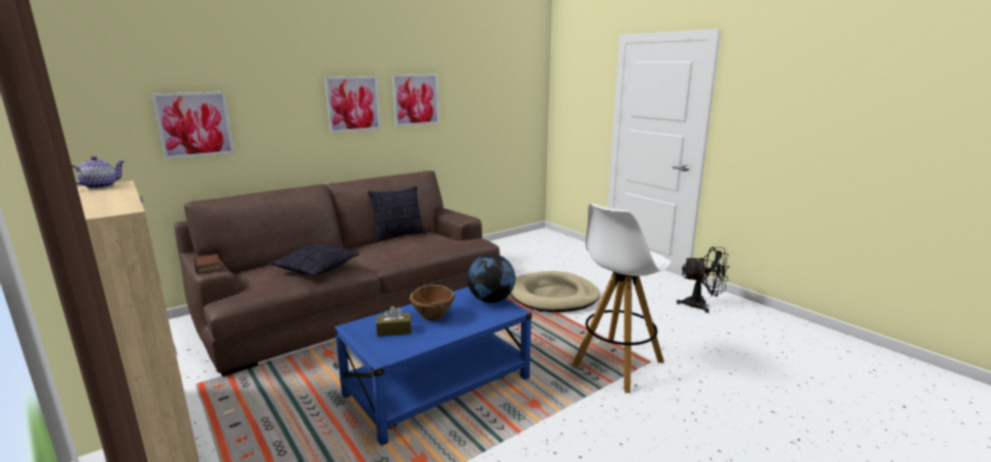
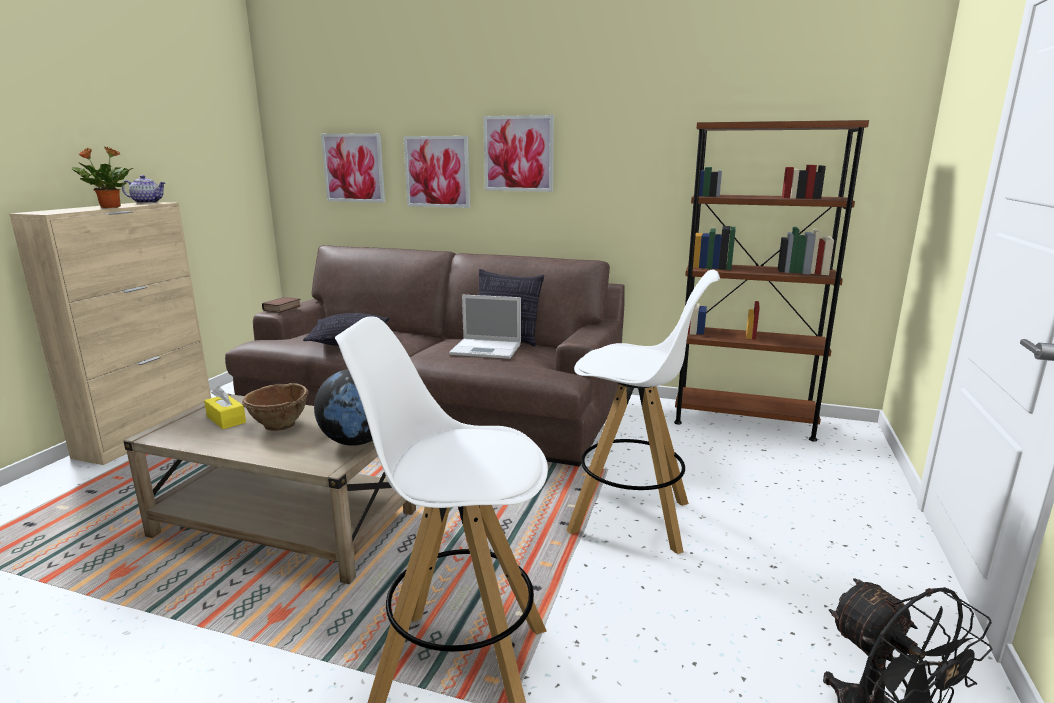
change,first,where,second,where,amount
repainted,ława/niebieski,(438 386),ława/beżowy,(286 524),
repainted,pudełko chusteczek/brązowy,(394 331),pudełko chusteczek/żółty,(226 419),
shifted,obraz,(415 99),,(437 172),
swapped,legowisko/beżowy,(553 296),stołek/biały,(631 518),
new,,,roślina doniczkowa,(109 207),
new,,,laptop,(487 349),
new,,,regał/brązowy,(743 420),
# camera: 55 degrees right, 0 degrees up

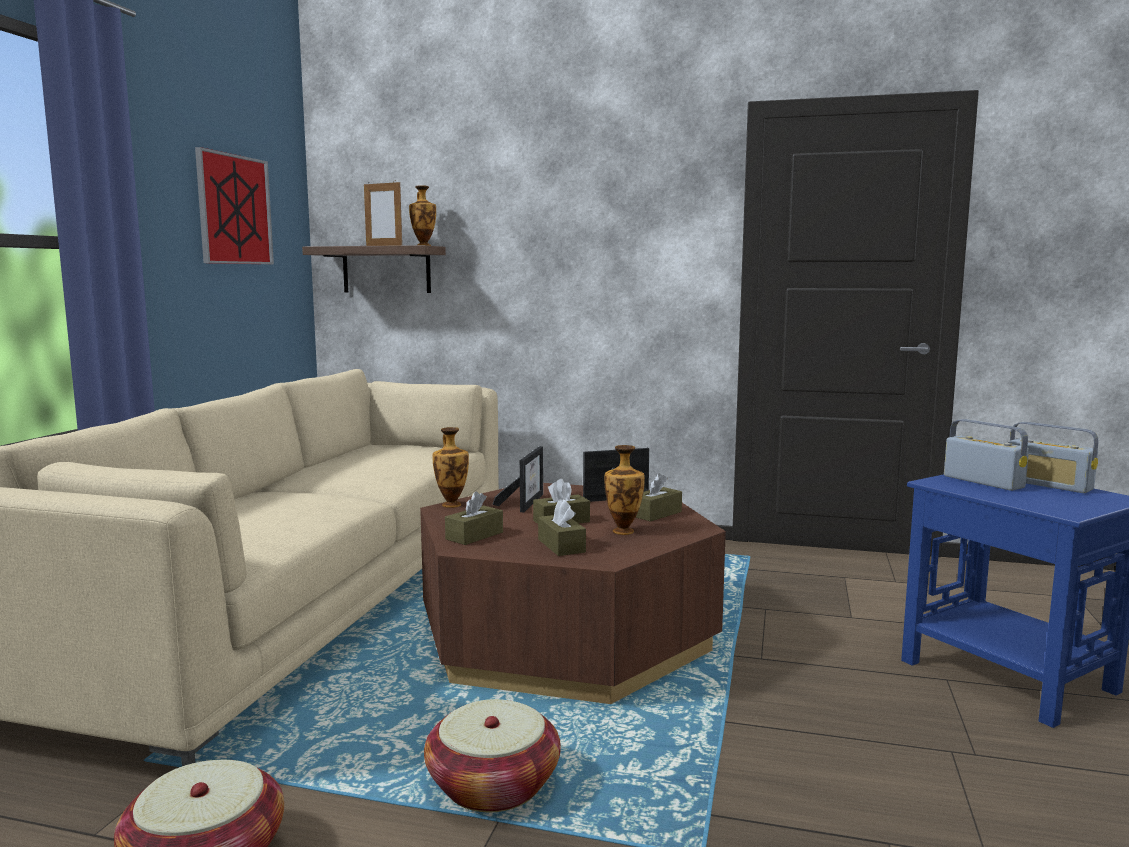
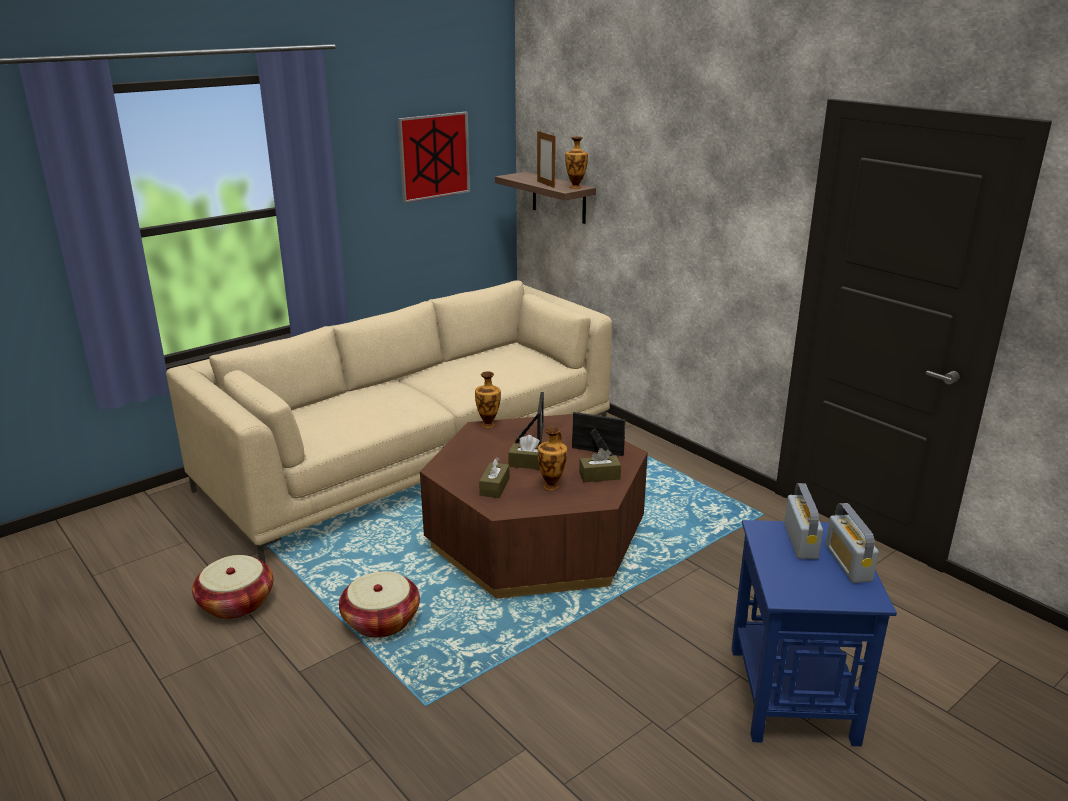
change,first,where,second,where,amount
gone,pudełko chusteczek/brązowy,(474 536),,,
rotated,ramka na zdjęcie,(525 502),,(535 436),45 degrees counterclockwise
# camera: 35 degrees right, 15 degrees up

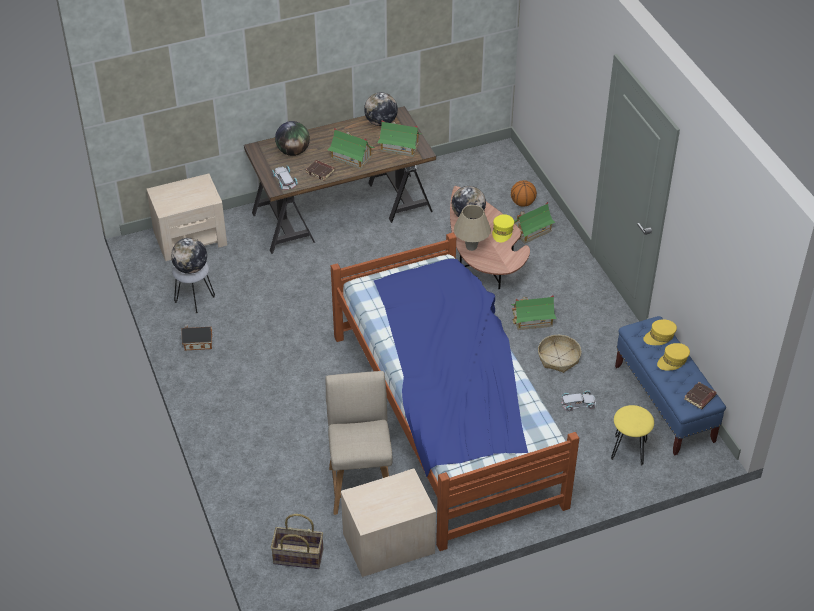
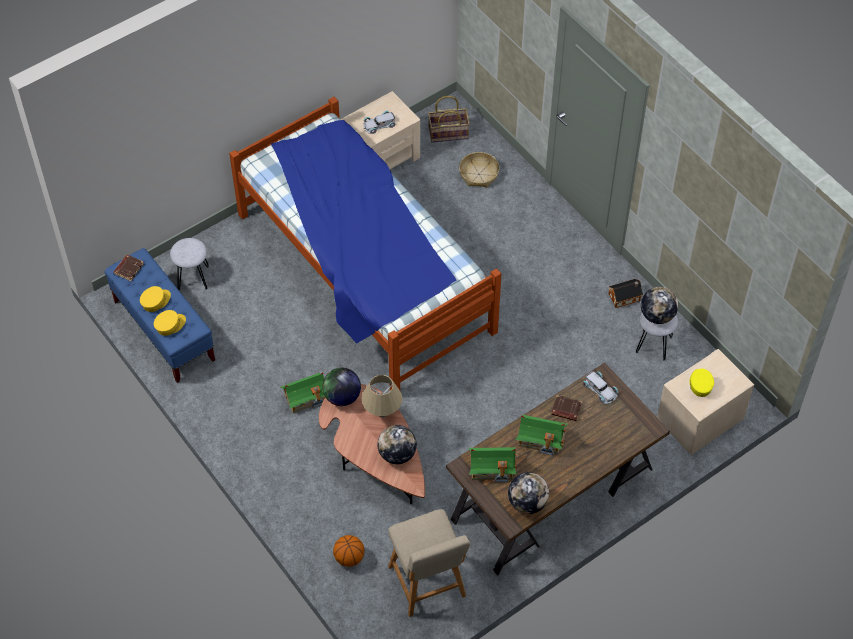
change,first,where,second,where,amount
shifted,globus,(293 151),,(342 397),
shifted,krzesło/beżowy,(361 484),,(428 584),
shifted,czapka z daszkiem/żółty,(502 232),,(700 384),
gone,domek,(531 231),,,
shifted,koszyk,(558 358),,(479 174),
shifted,samochodzik/biały,(578 403),,(379 124),
repainted,stołek/żółty,(628 450),stołek/szary,(193 277),
# camera: 165 degrees right, 10 degrees up

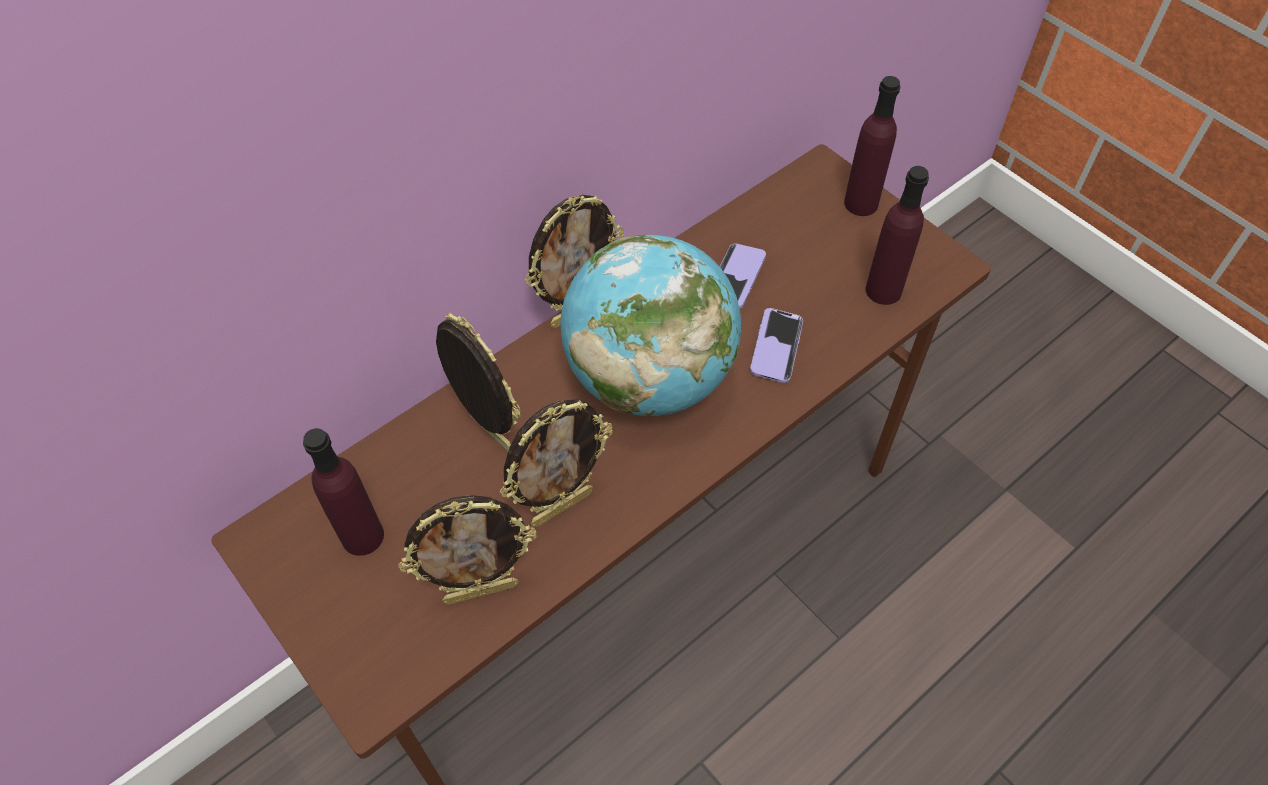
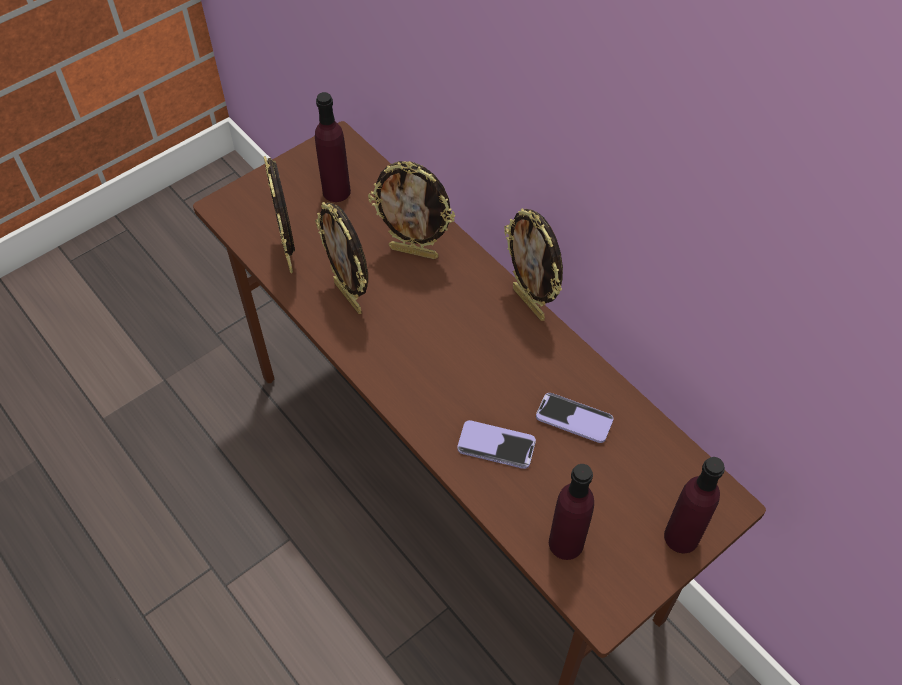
change,first,where,second,where,amount
rotated,ramka na zdjęcie,(487 433),,(414 251),60 degrees clockwise
gone,globus,(649 378),,,
# camera: 90 degrees right, 0 degrees up

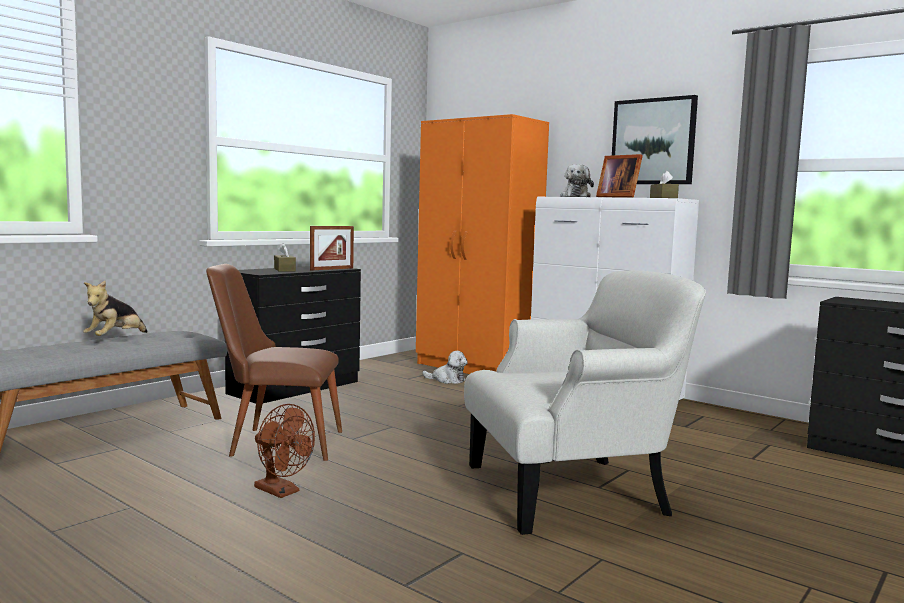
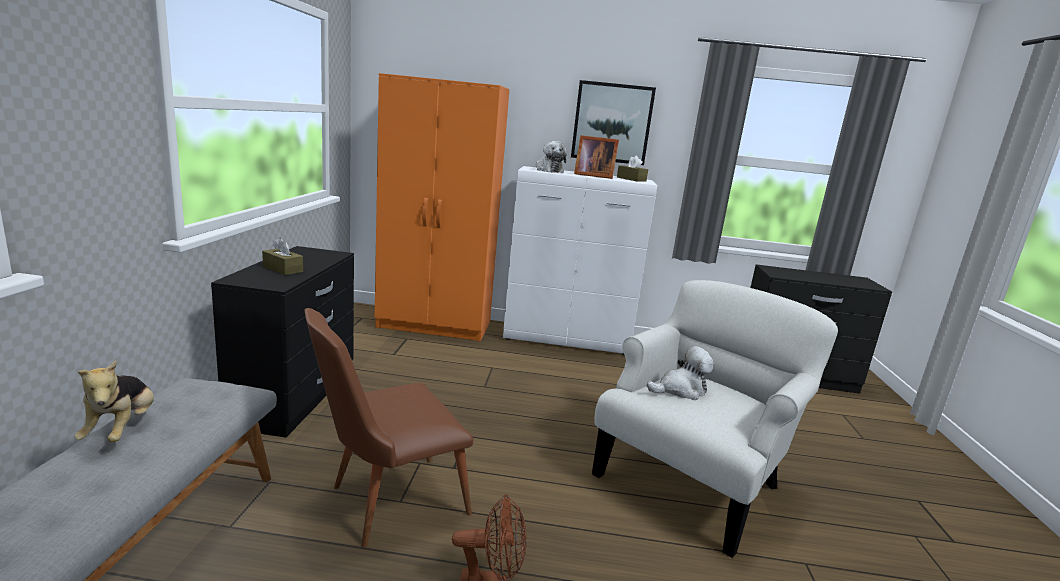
change,first,where,second,where,amount
gone,ramka na zdjęcie,(332 269),,,
shifted,pluszak,(447 380),,(680 390),
# camera: 35 degrees left, 10 degrees up

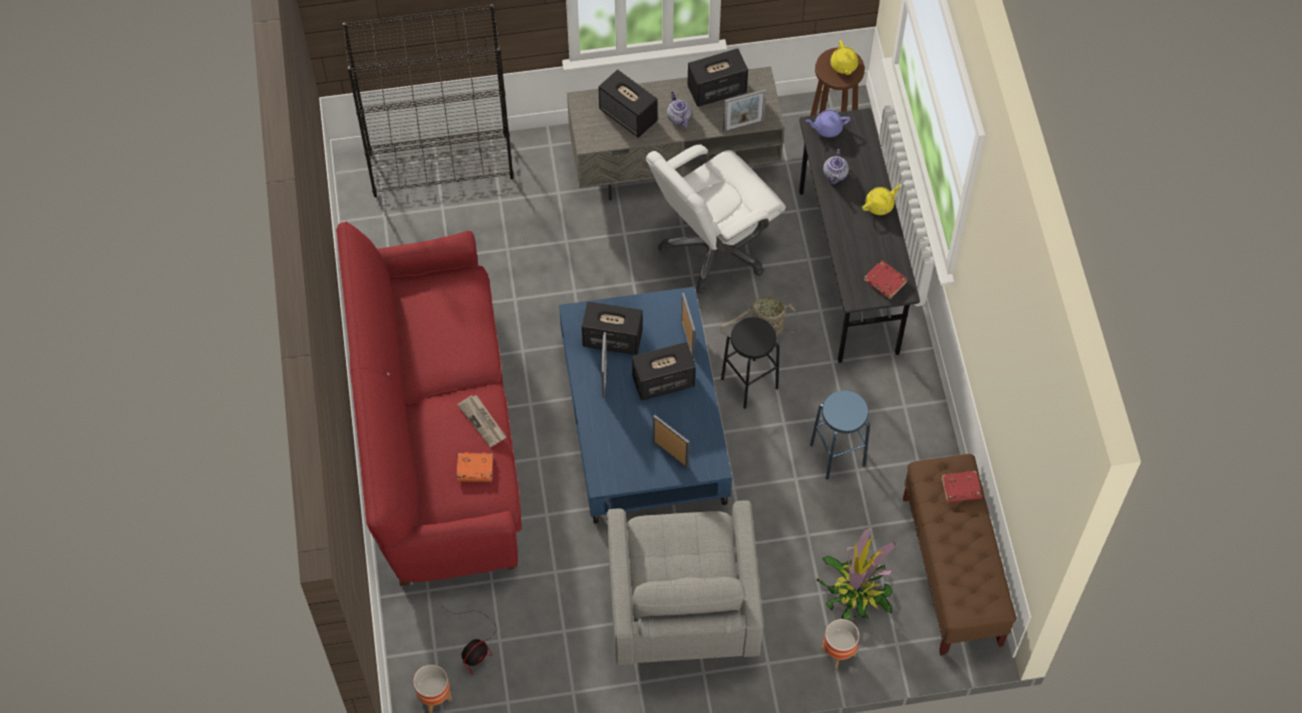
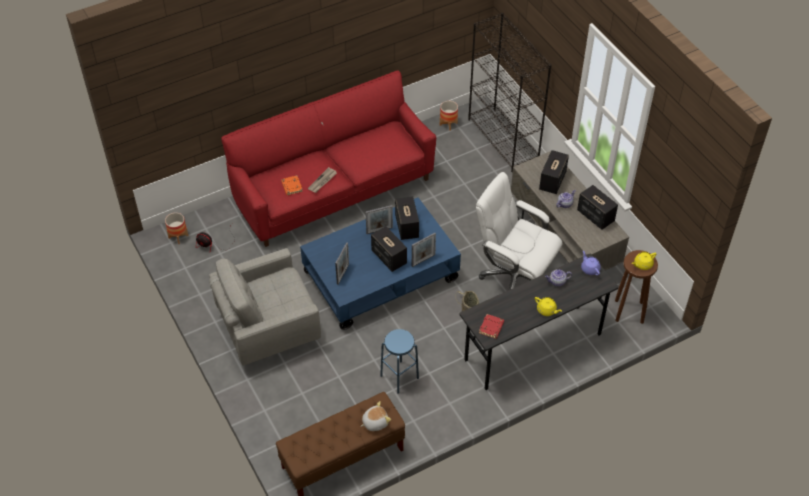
change,first,where,second,where,amount
gone,stołek/czarny,(749 383),,,
gone,ramka na zdjęcie,(743 126),,,
gone,roślina doniczkowa,(856 591),,,
shifted,donica,(838 652),,(448 124),
swapped,książka/czerwony,(960 489),pluszak,(375 422),
# camera: 70 degrees right, 10 degrees down

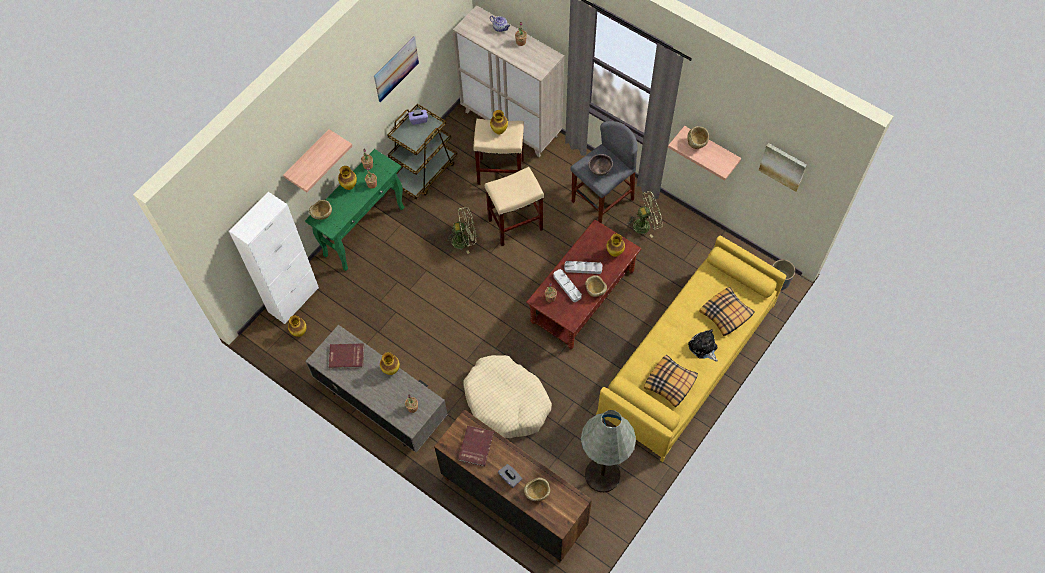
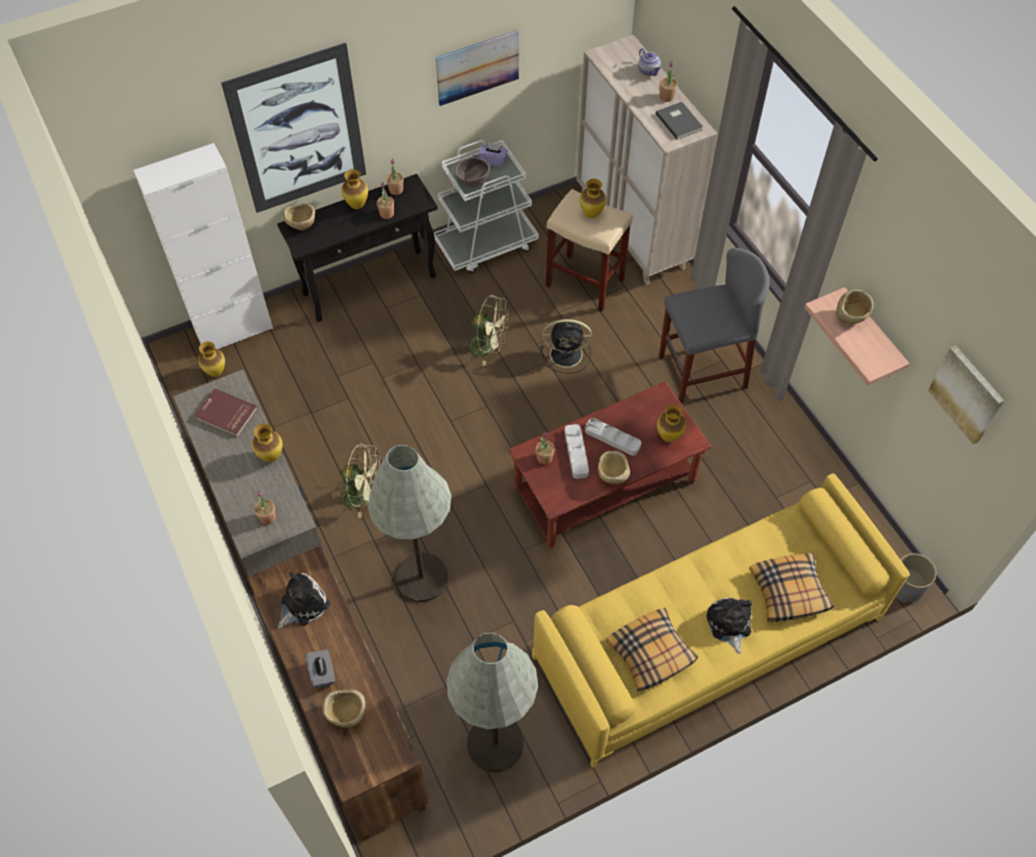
change,first,where,second,where,amount
swapped,półka,(308 158),obraz,(298 131),
repainted,stolik konsolowy/zielony,(364 231),stolik konsolowy/czarny,(370 284),
repainted,wózek/brązowy,(424 172),wózek/biały,(486 245),
swapped,książka/czerwony,(475 446),pluszak,(302 604),
swapped,legowisko/beżowy,(506 401),lampa stojąca/szary,(422 578),
swapped,stołek/beżowy,(516 224),wentylator/czarny,(567 354),
shifted,miska/brązowy,(600 171),,(473 182),
shifted,wentylator/zielony,(645 224),,(363 495),
new,,,książka/szary,(679 121),
# camera: 25 degrees right, 5 degrees down

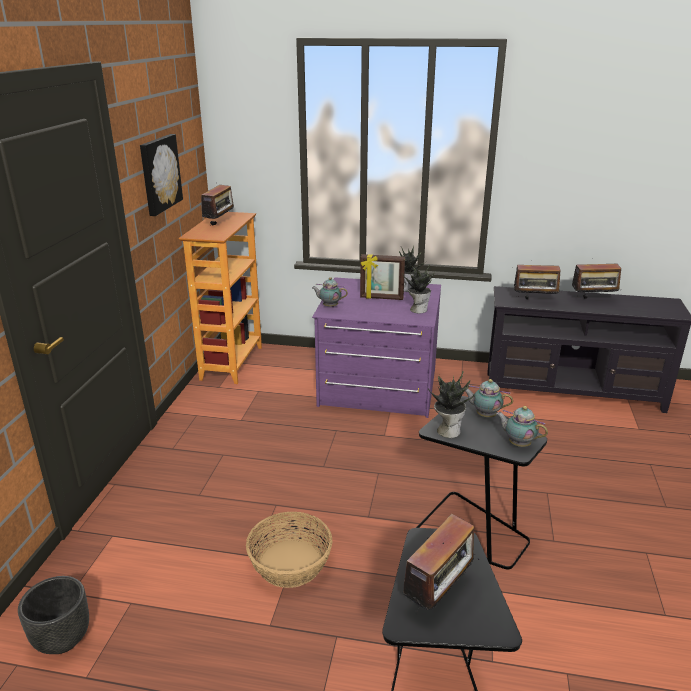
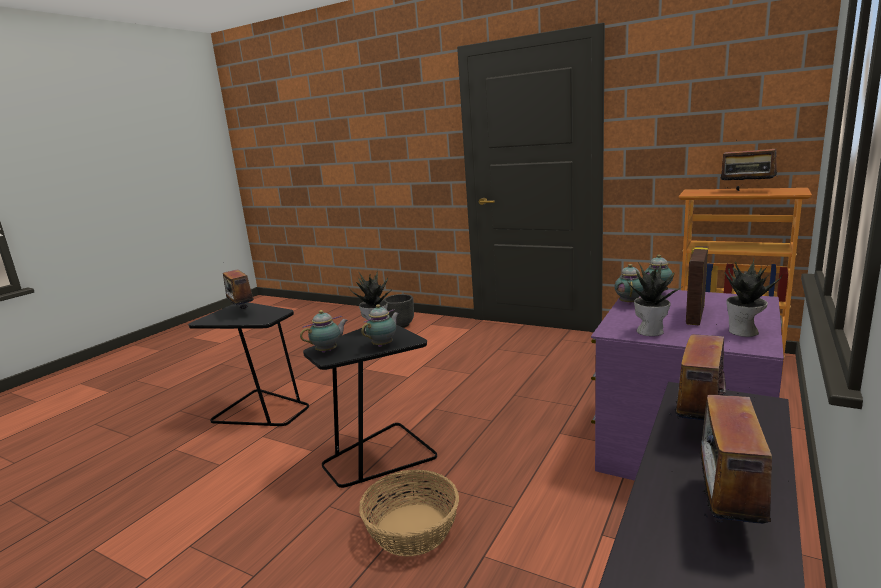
change,first,where,second,where,amount
gone,obraz,(159 174),,,
shifted,koszyk,(290 563),,(413 529),
new,,,imbryk,(629 303),
# camera: 110 degrees right, 10 degrees down

